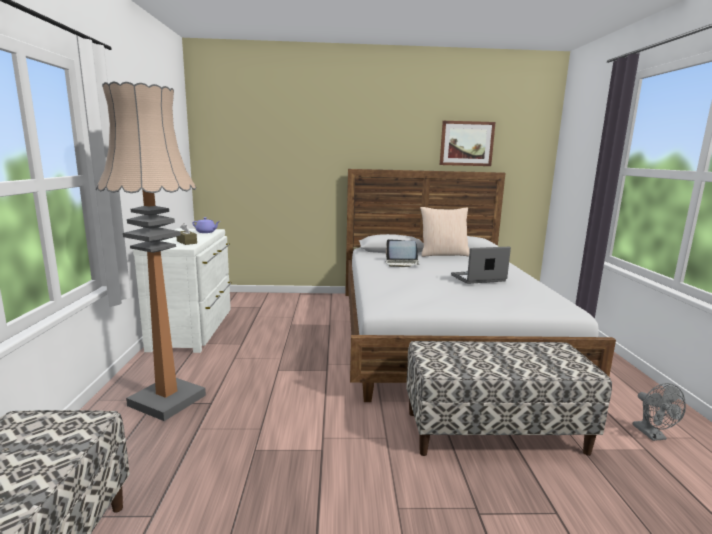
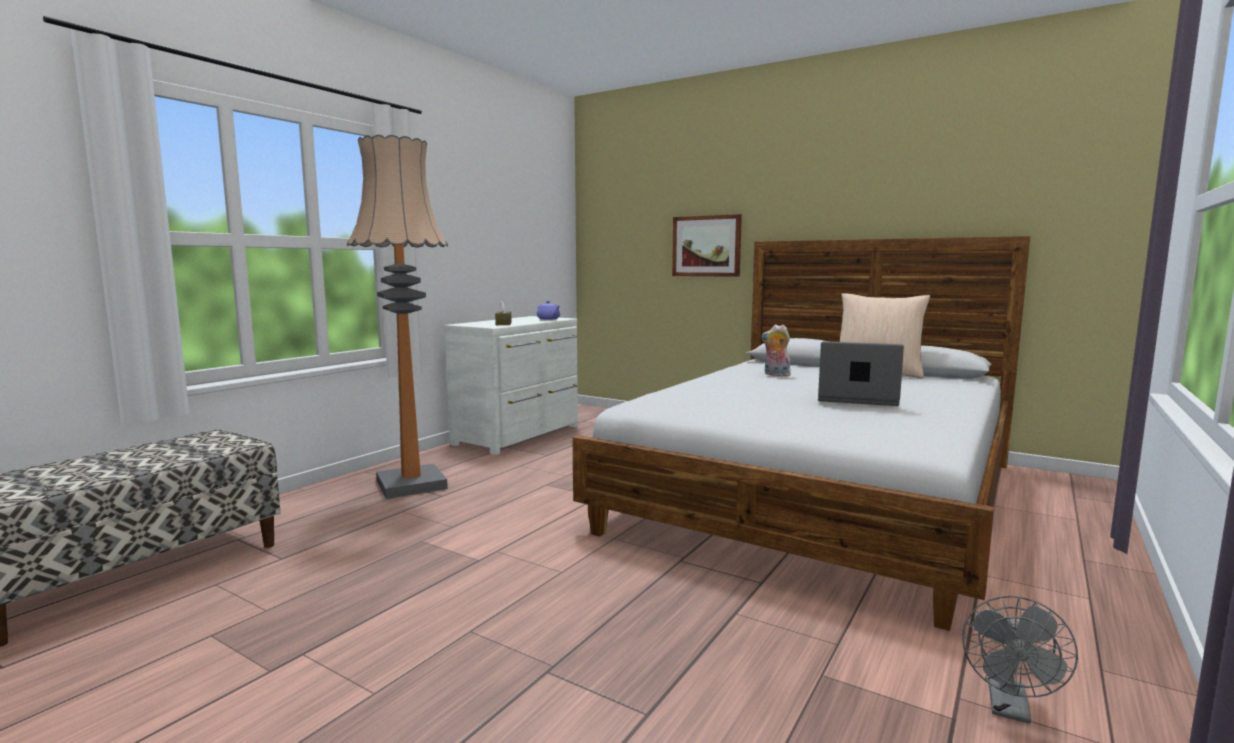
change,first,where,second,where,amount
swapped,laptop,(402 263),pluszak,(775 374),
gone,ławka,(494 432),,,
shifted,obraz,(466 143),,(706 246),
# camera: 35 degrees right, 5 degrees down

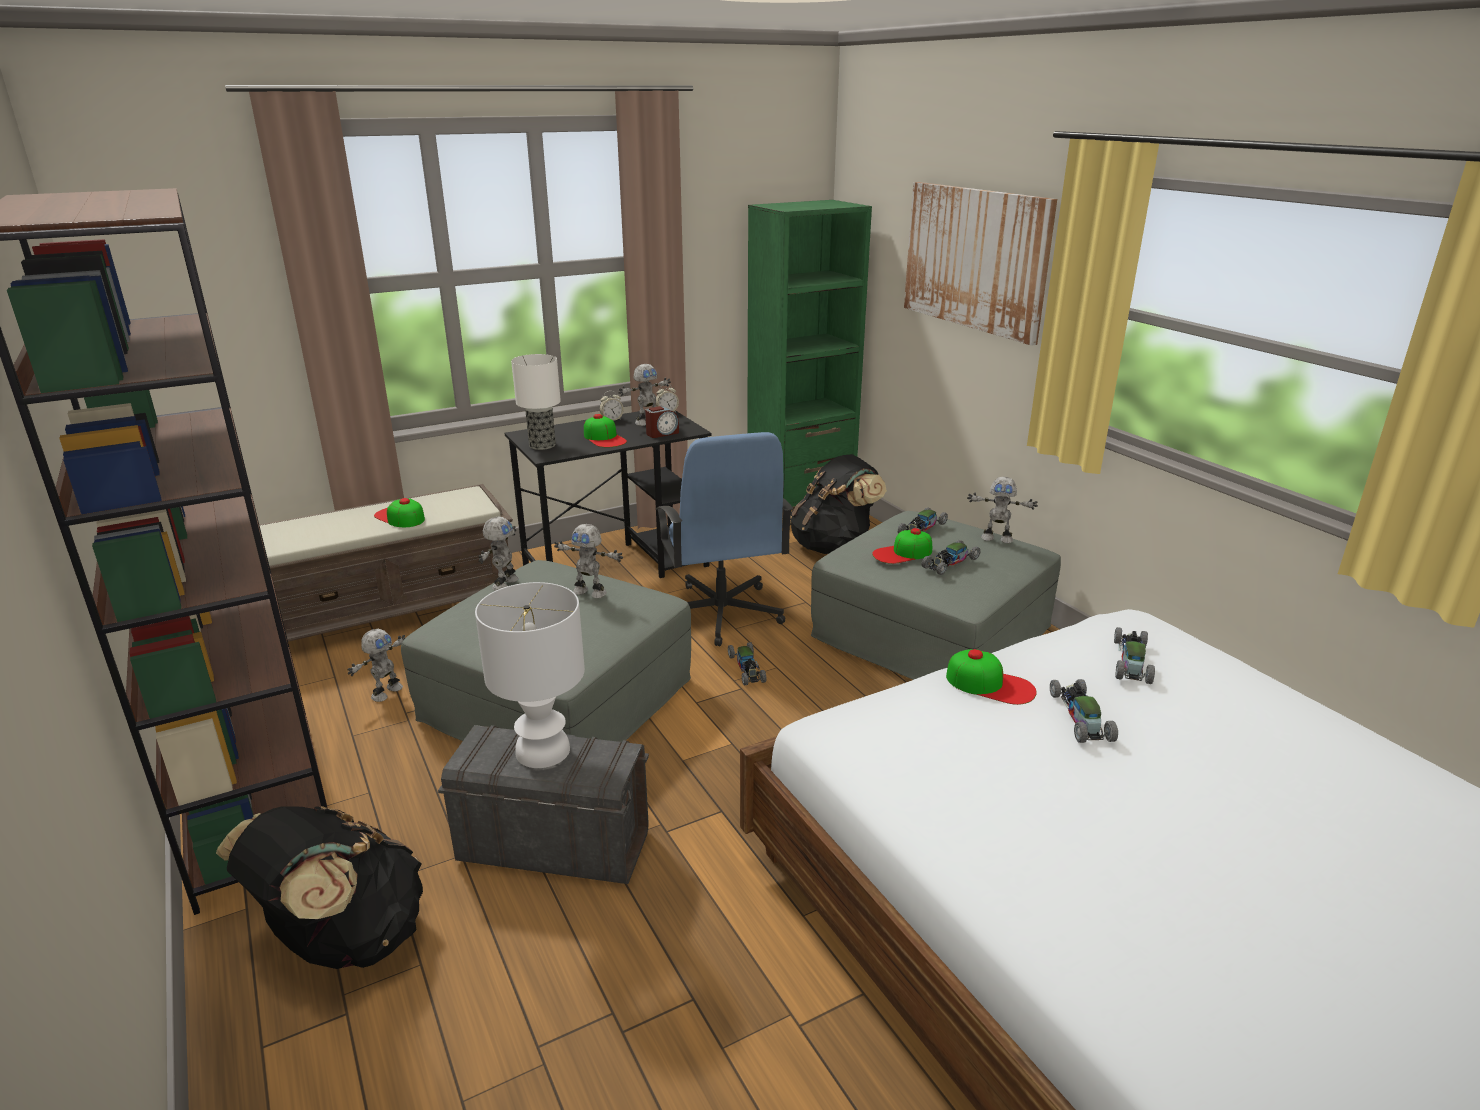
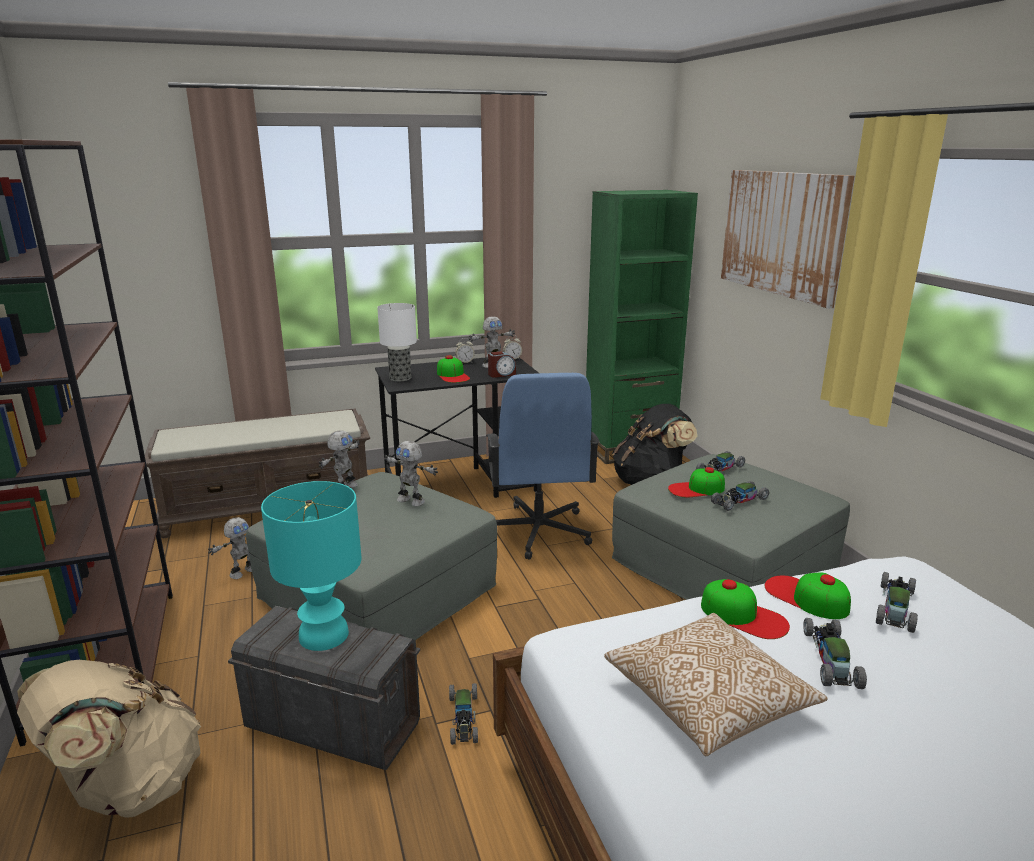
change,first,where,second,where,amount
repainted,plecak/czarny,(344 940),plecak/beżowy,(128 788),
shifted,czapka z daszkiem,(400 517),,(806 597),
repainted,lampa stołowa/biały,(544 751),lampa stołowa/turkusowy,(325 635),
shifted,samochodzik,(747 669),,(463 718),
gone,robot zabawkowy,(997 538),,,
new,,,poduszka,(708 701),
# camera: 10 degrees right, 5 degrees down

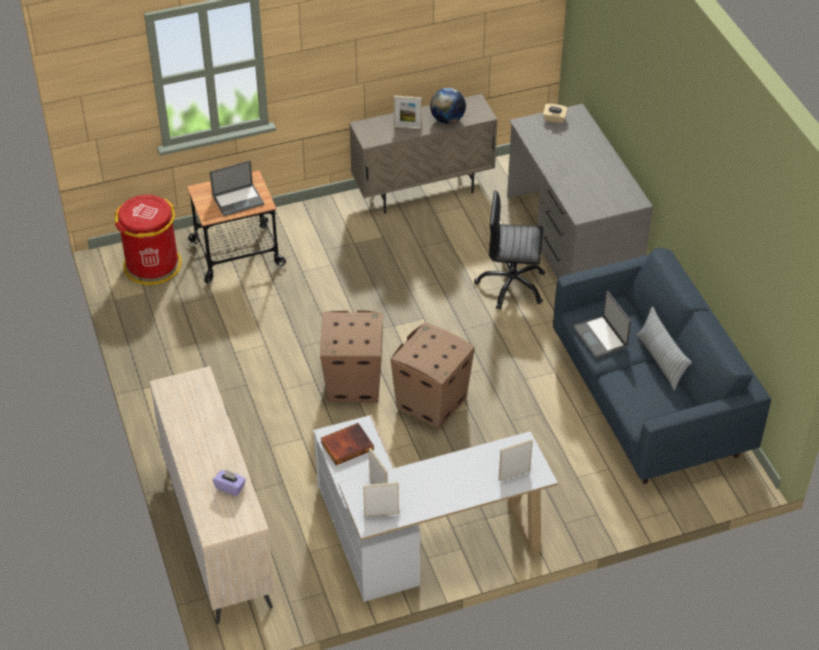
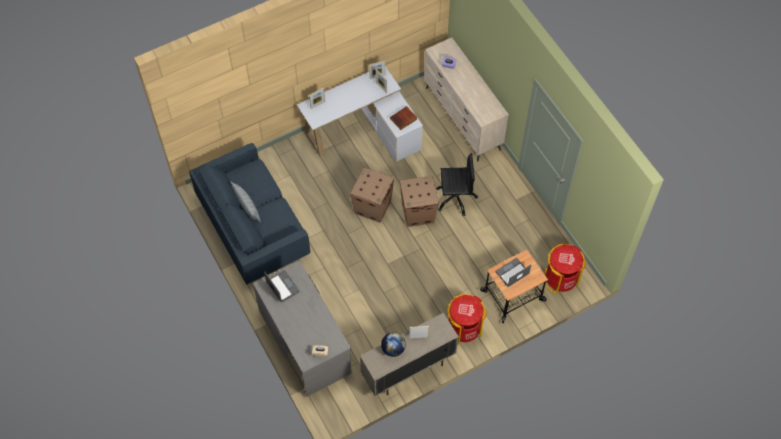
change,first,where,second,where,amount
shifted,krzesło biurowe/czarny,(511 286),,(455 198),
shifted,laptop,(601 337),,(282 287),
new,,,kosz na śmieci/czerwony,(463 328),
# camera: 170 degrees right, 15 degrees up

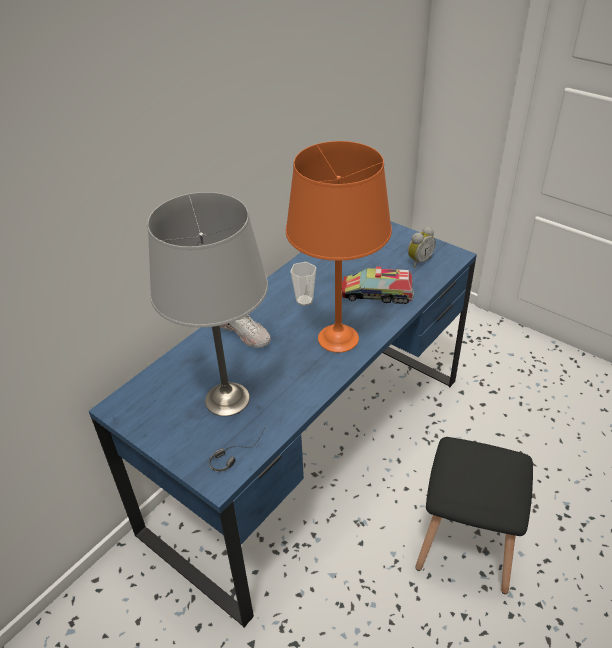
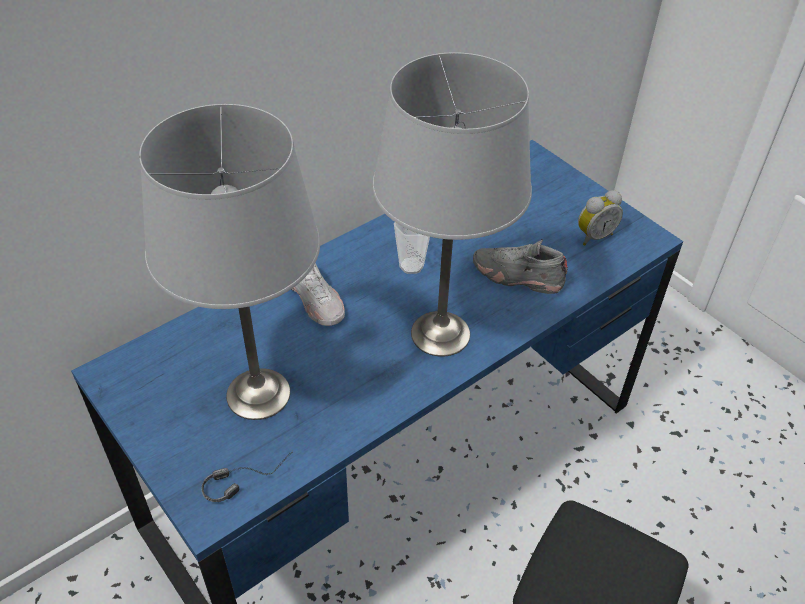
change,first,where,second,where,amount
repainted,lampa stołowa/pomarańczowy,(338 338),lampa stołowa/szary,(441 333),
swapped,ciężarówka zabawkowa,(377 294),but/szary,(517 276),
# camera: 10 degrees right, 5 degrees up

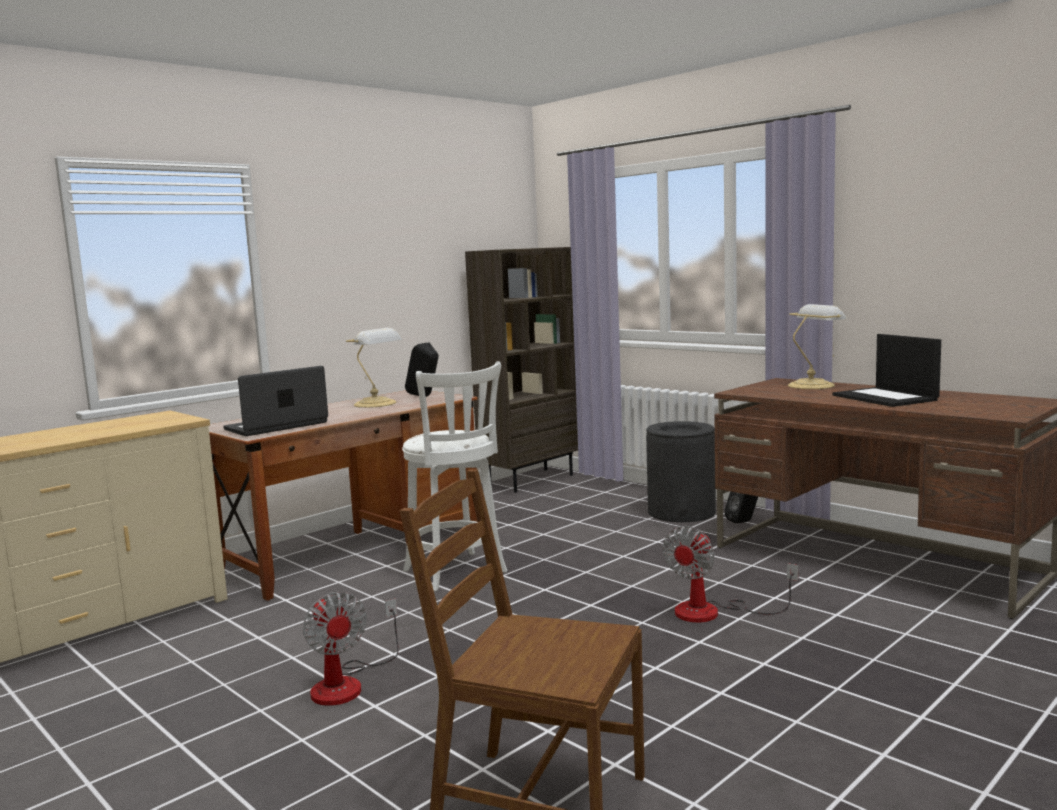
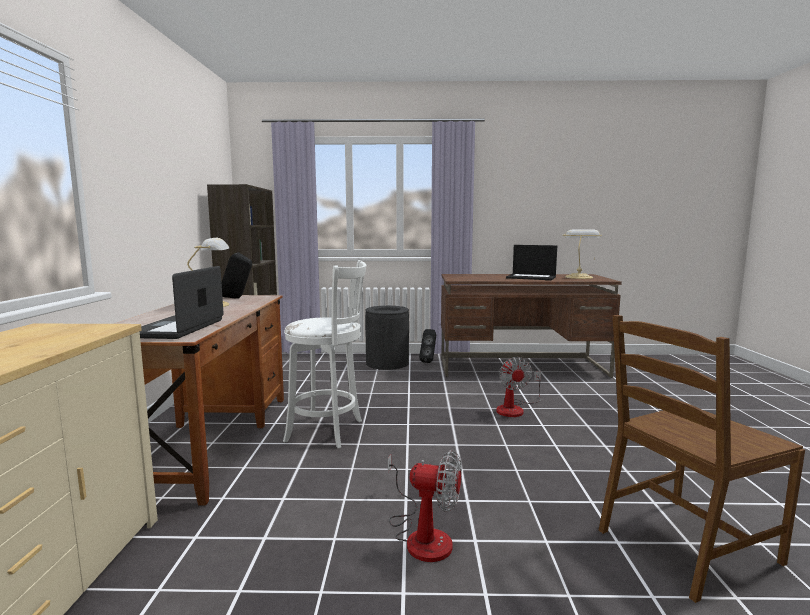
change,first,where,second,where,amount
shifted,lampa stołowa,(813 385),,(579 277),
# camera: 45 degrees left, 0 degrees up

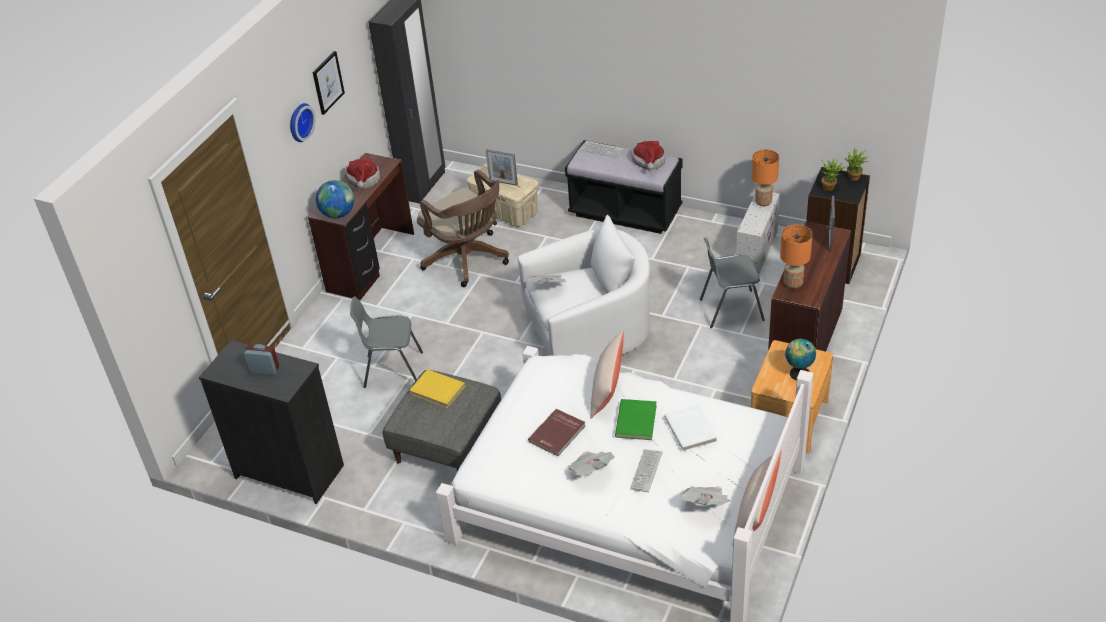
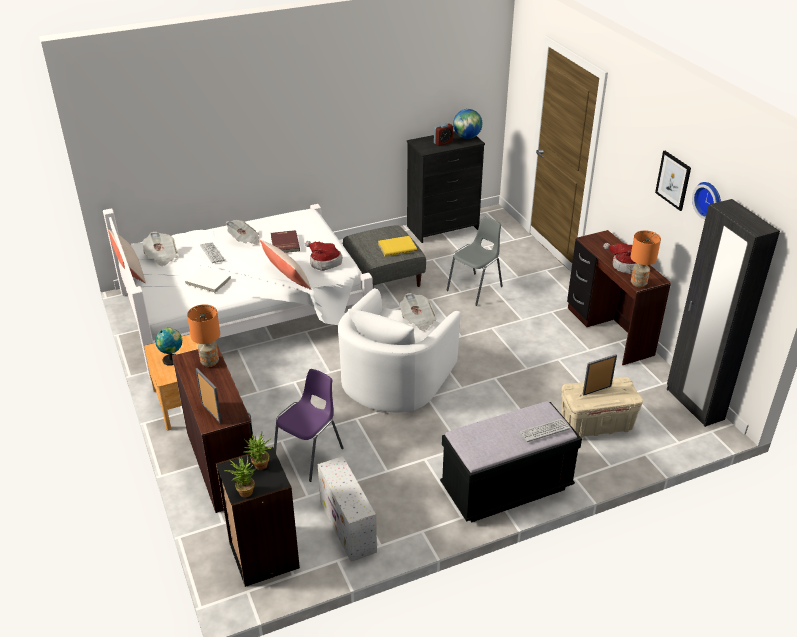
change,first,where,second,where,amount
shifted,zegar ścienny,(299 122),,(709 200),
shifted,globus,(338 214),,(467 137),
gone,krzesło biurowe/brązowy,(468 260),,,
gone,książka/zielony,(637 421),,,
shifted,kapelusz,(649 163),,(323 262),
repainted,krzesło/szary,(730 309),krzesło/fioletowy,(309 455),
shifted,lampa stołowa/pomarańczowy,(763 202),,(638 283),
# camera: 130 degrees right, 5 degrees down

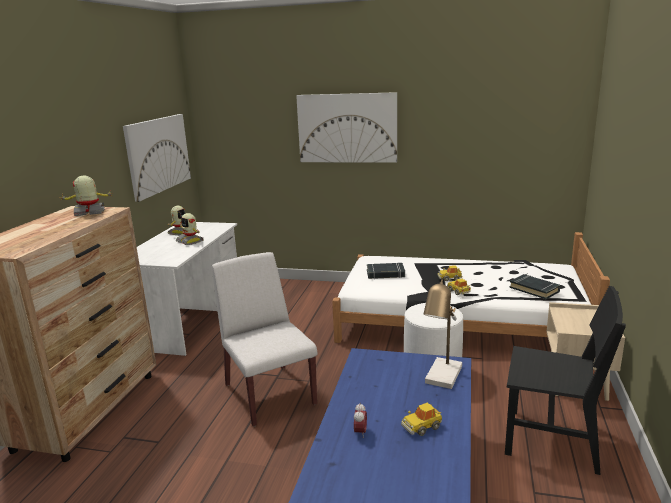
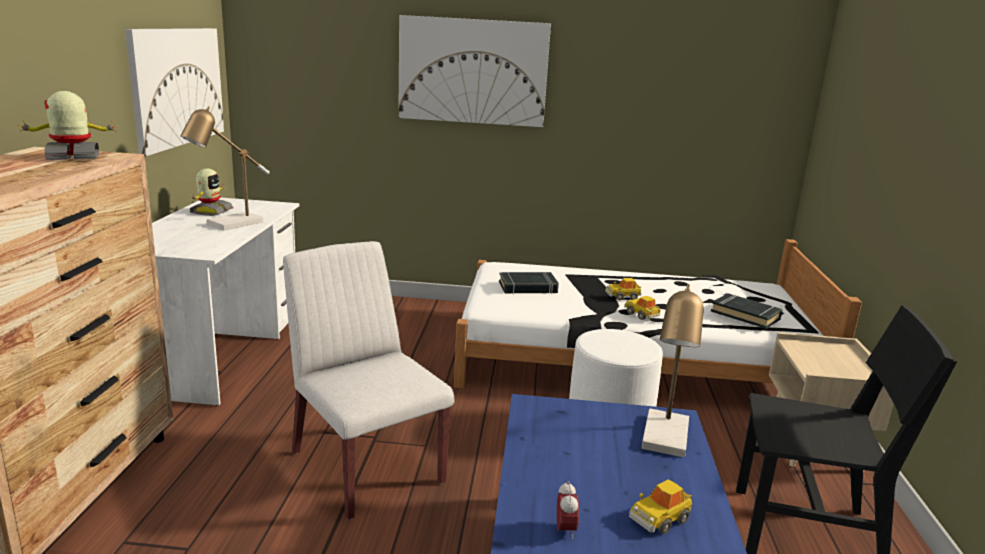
change,first,where,second,where,amount
swapped,robot zabawkowy,(190 241),lampa stołowa,(229 225),
# camera: 10 degrees left, 0 degrees up

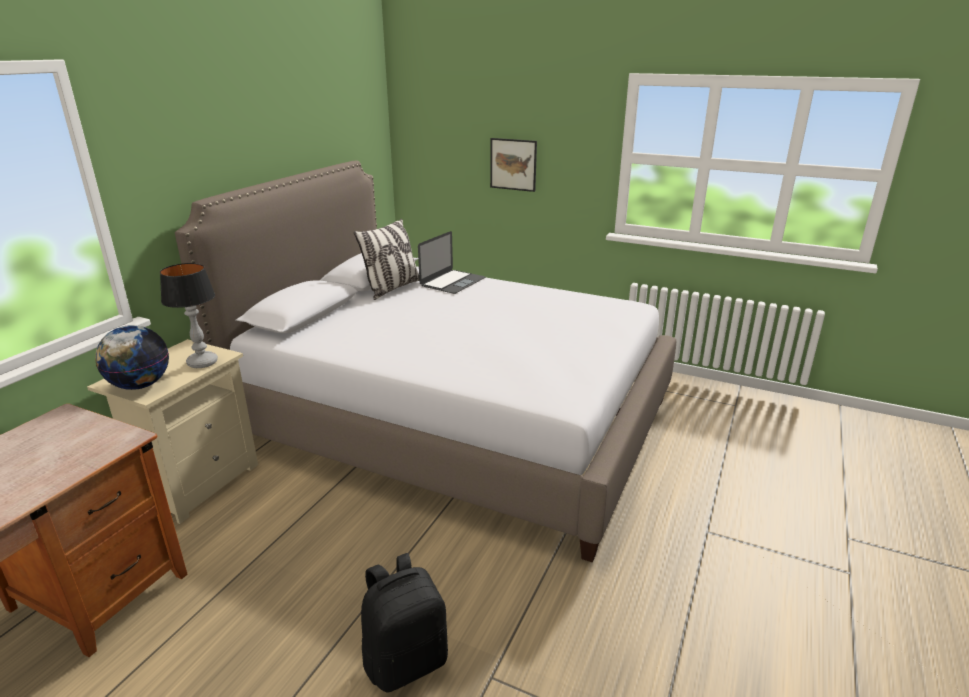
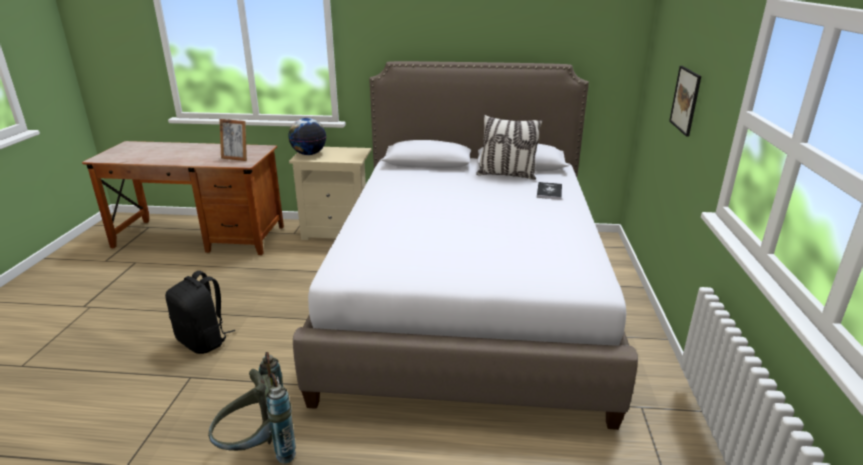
change,first,where,second,where,amount
gone,lampa stołowa,(203 362),,,
swapped,laptop,(452 282),książka,(549 191),
new,,,plecak/szary,(258 451),
new,,,ramka na zdjęcie,(236 158),
# camera: 70 degrees right, 0 degrees up

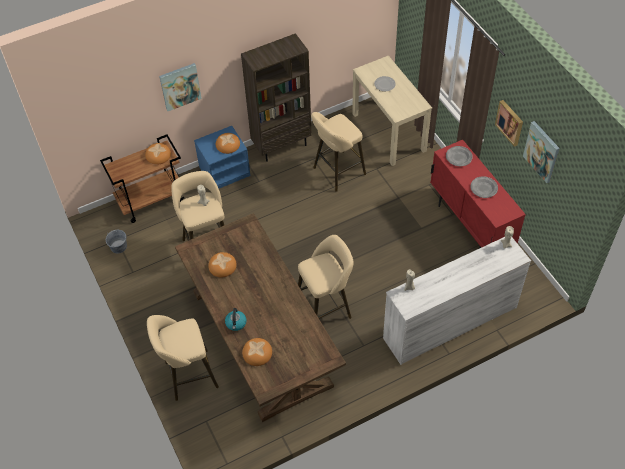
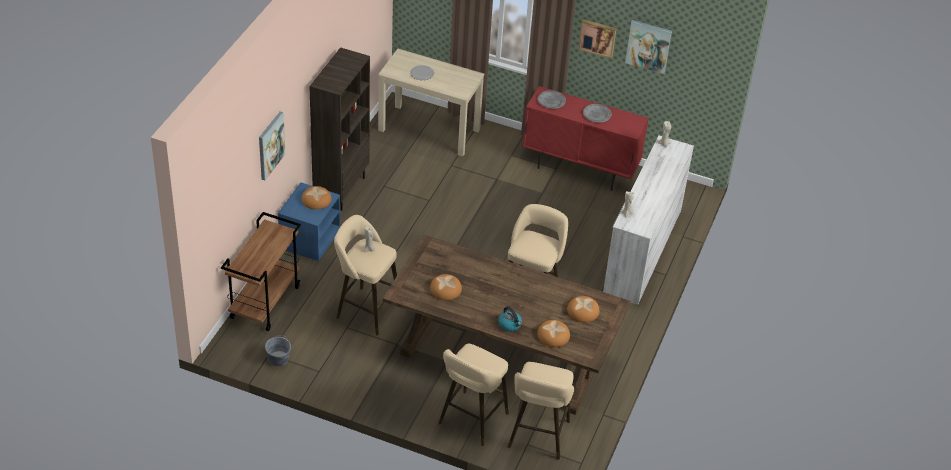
change,first,where,second,where,amount
shifted,chleb,(158 155),,(582 311),
shifted,stołek/beżowy,(337 172),,(538 437),
# camera: 45 degrees left, 10 degrees down

